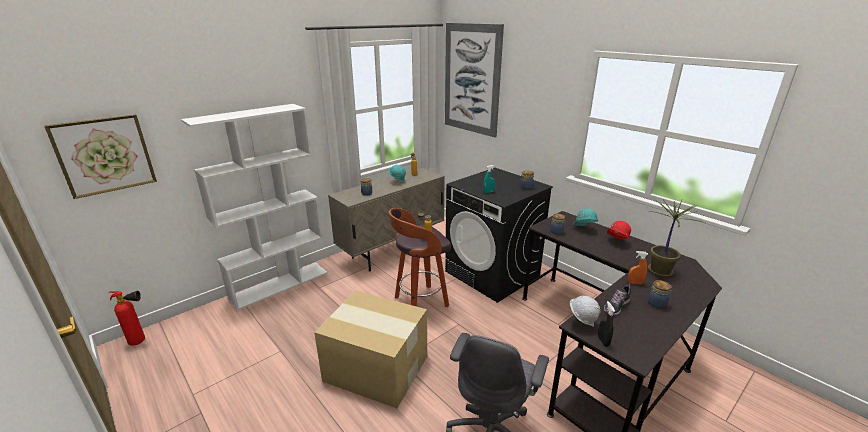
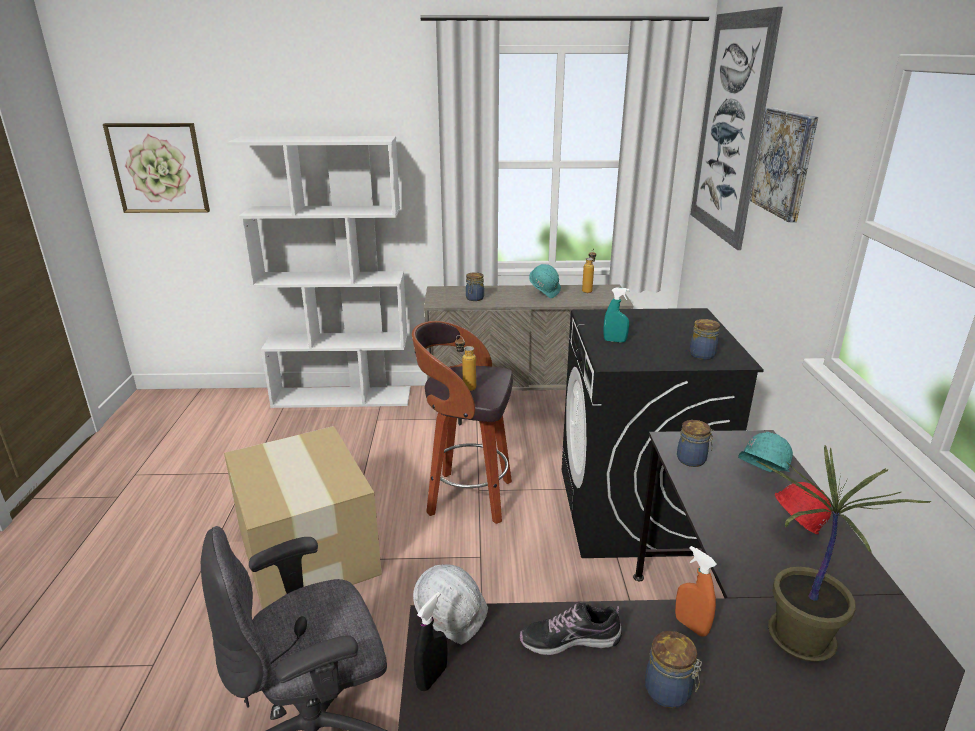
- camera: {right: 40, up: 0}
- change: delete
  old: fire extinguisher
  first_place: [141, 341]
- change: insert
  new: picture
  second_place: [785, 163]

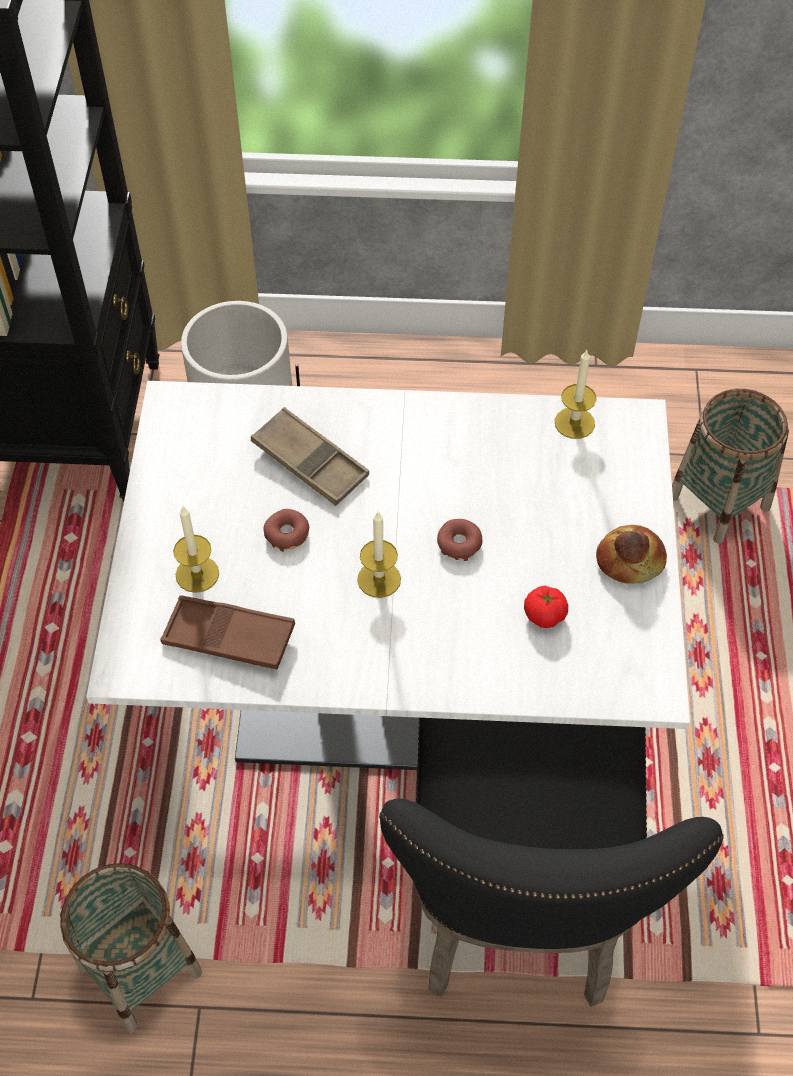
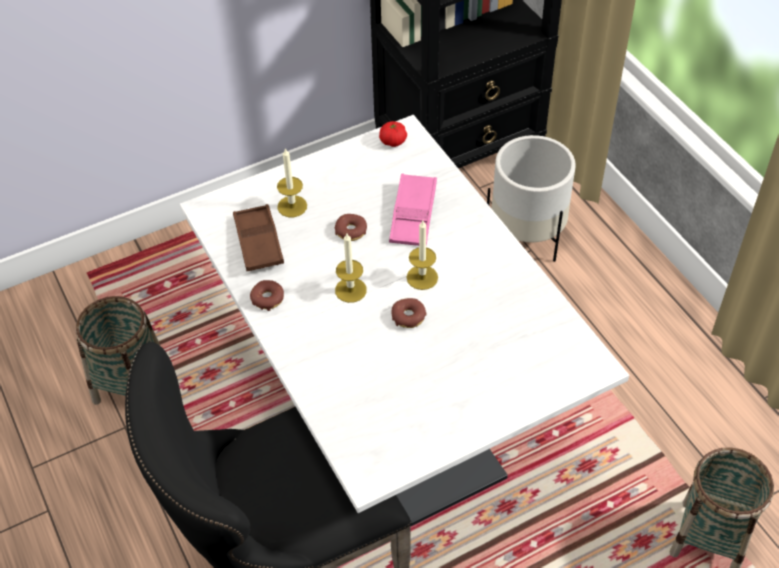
- camera: {right: 60, up: -5}
- change: recolor
  old: brown tray
  new: pink tray
  first_place: [310, 462]
  second_place: [413, 214]
- change: move
  old: tomato
  first_place: [544, 615]
  second_place: [393, 141]
- change: move
  old: candle
  first_place: [574, 423]
  second_place: [422, 277]
- change: delete
  old: bread
  first_place: [629, 559]
- change: insert
  new: donut
  second_place: [267, 298]

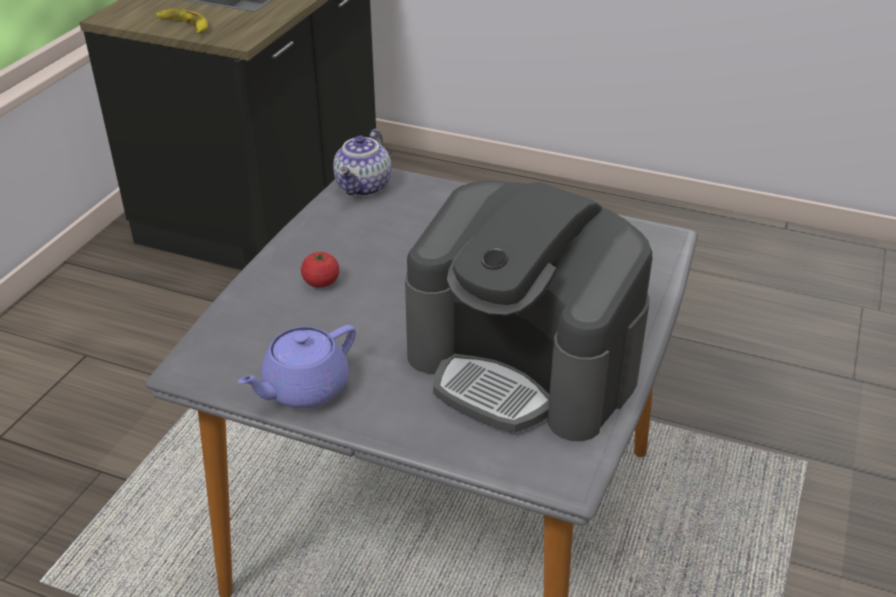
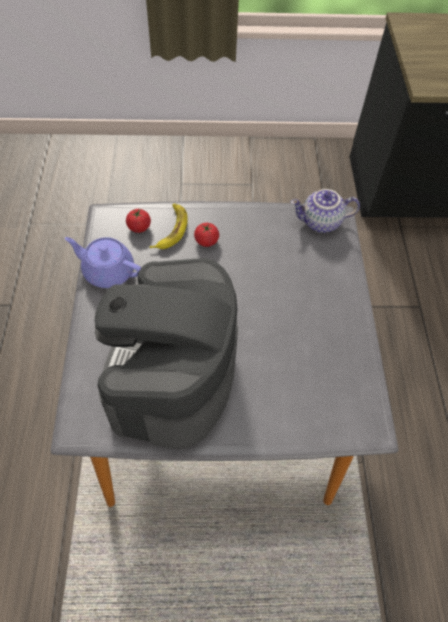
- camera: {right: 65, up: 20}
- change: move
  old: banana
  first_place: [184, 25]
  second_place: [171, 229]
- change: insert
  new: tomato
  second_place: [139, 227]

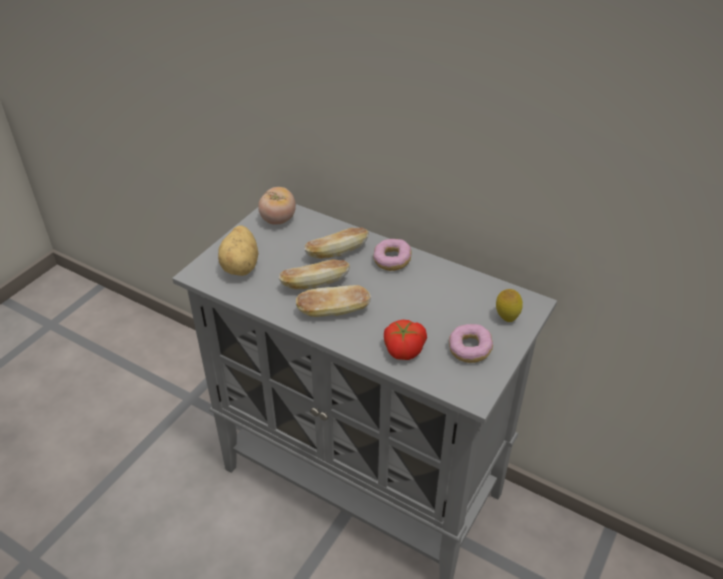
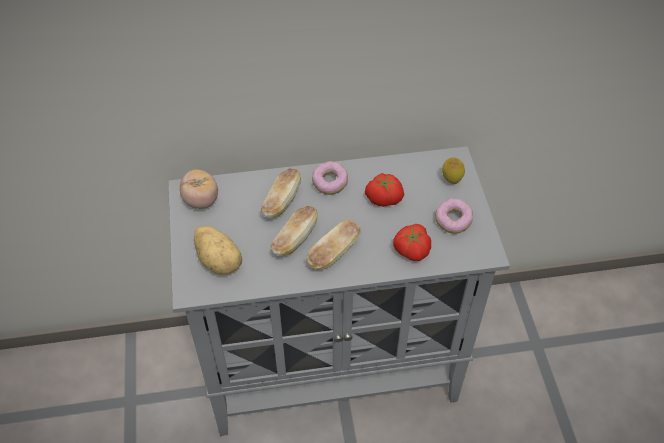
- camera: {right: -40, up: 10}
- change: insert
  new: tomato
  second_place: [384, 197]

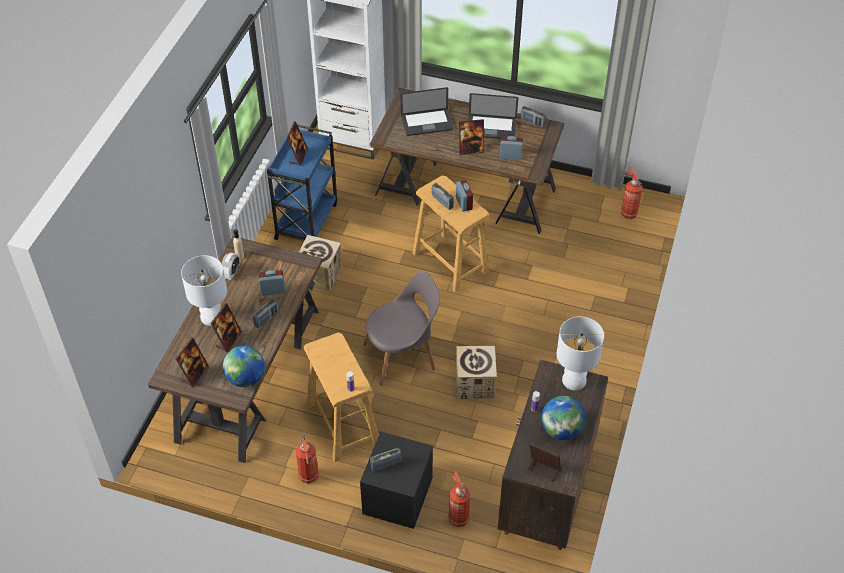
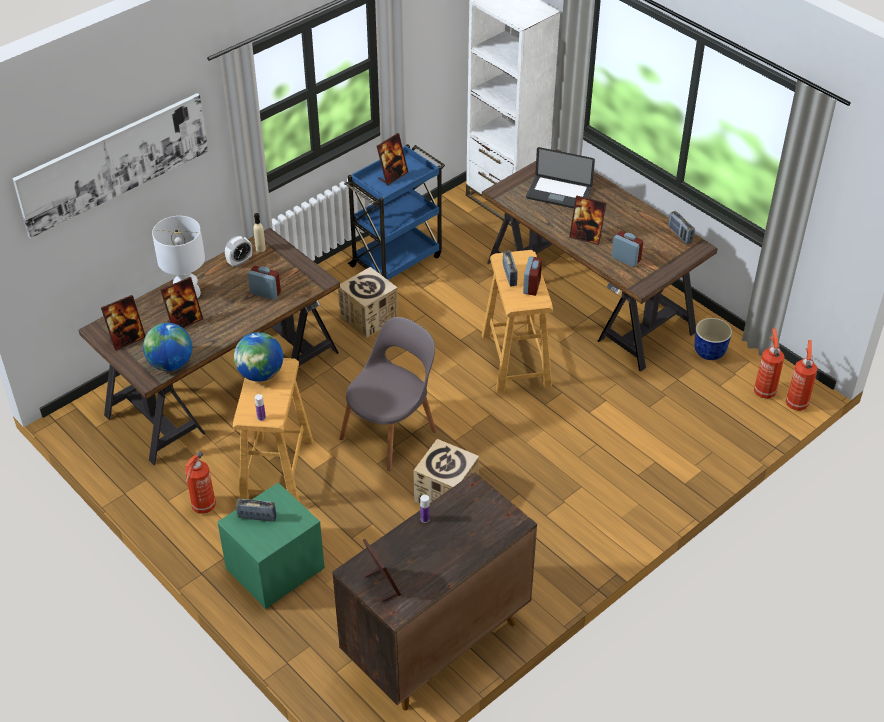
- camera: {right: 30, up: -5}
- change: delete
  old: radio
  first_place: [266, 318]
- change: recolor
  old: black nightstand
  new: green nightstand
  first_place: [397, 496]
  second_place: [275, 569]
- change: rotate
  old: grey chair
  first_place: [402, 355]
  second_place: [391, 432]
  degrees: -60
- change: move
  old: fire extinguisher
  first_place: [458, 517]
  second_place: [796, 403]
- change: delete
  old: laptop
  first_place: [491, 128]
- change: move
  old: globe
  first_place: [561, 430]
  second_place: [260, 374]
- change: delete
  old: white table lamp
  first_place: [573, 380]
- change: insert
  new: picture
  second_place: [114, 163]
- change: insert
  new: planter
  second_place: [709, 352]

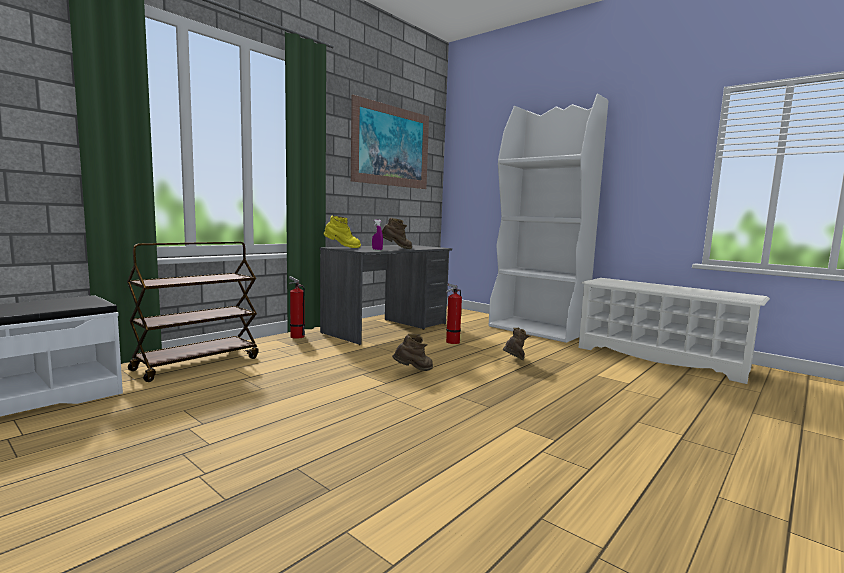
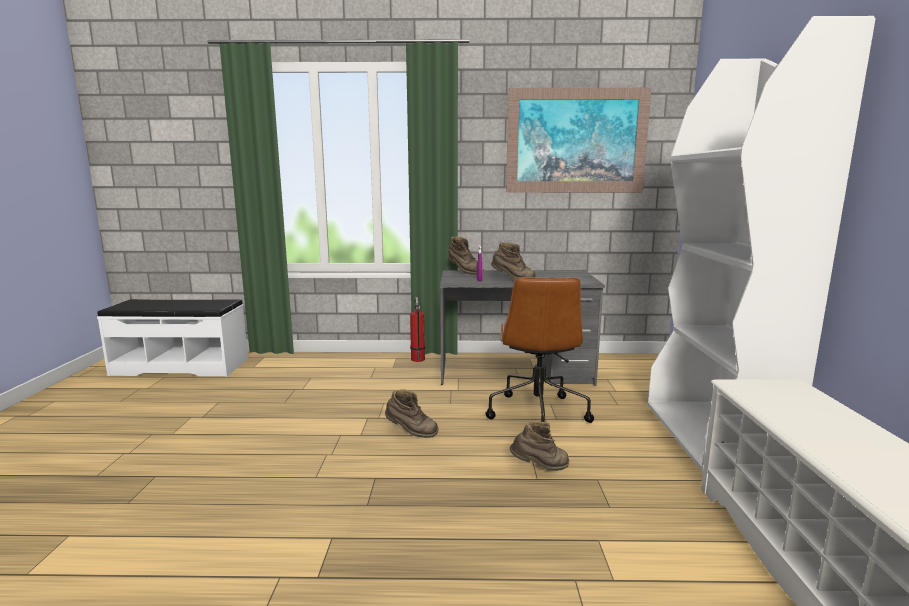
- camera: {right: 50, up: 5}
- change: delete
  old: brown cart
  first_place: [197, 363]
- change: recolor
  old: yellow boot
  new: brown boot
  first_place: [342, 247]
  second_place: [464, 272]
- change: replace
  old: fire extinguisher
  new: brown office chair
  first_place: [451, 342]
  second_place: [537, 413]

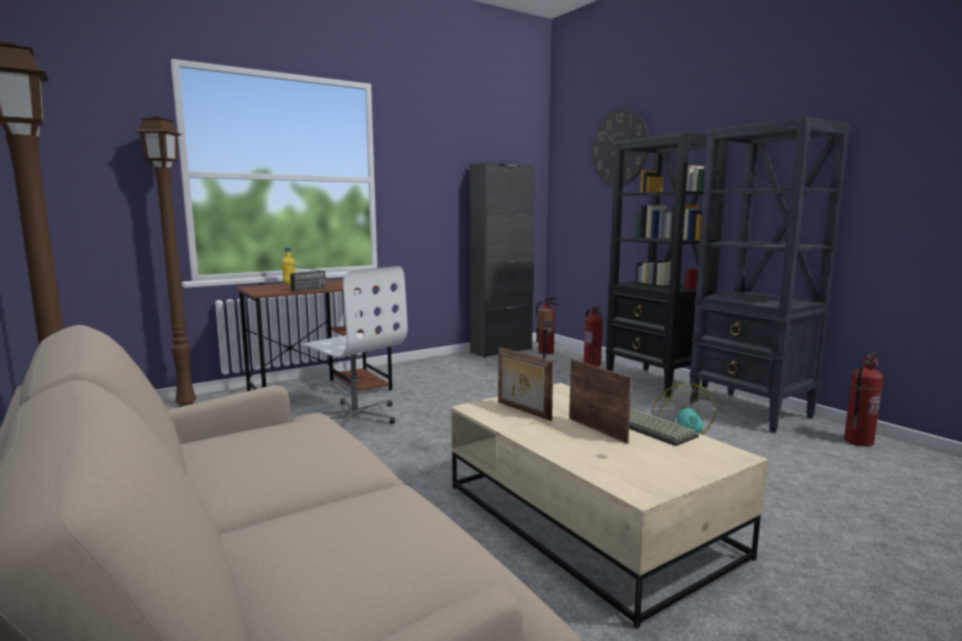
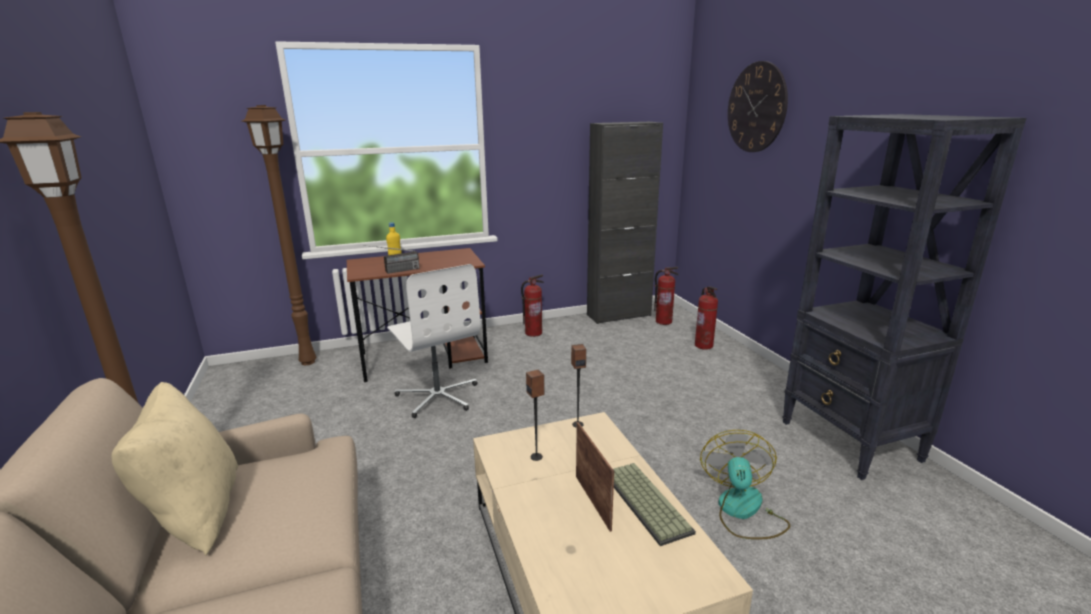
- camera: {right: 15, up: 10}
- change: replace
  old: picture frame
  new: speaker
  first_place: [522, 411]
  second_place: [536, 457]
- change: delete
  old: black bookcase
  first_place: [656, 383]
- change: move
  old: fire extinguisher
  first_place: [858, 441]
  second_place: [533, 333]
- change: insert
  new: beige pillow
  second_place: [196, 513]

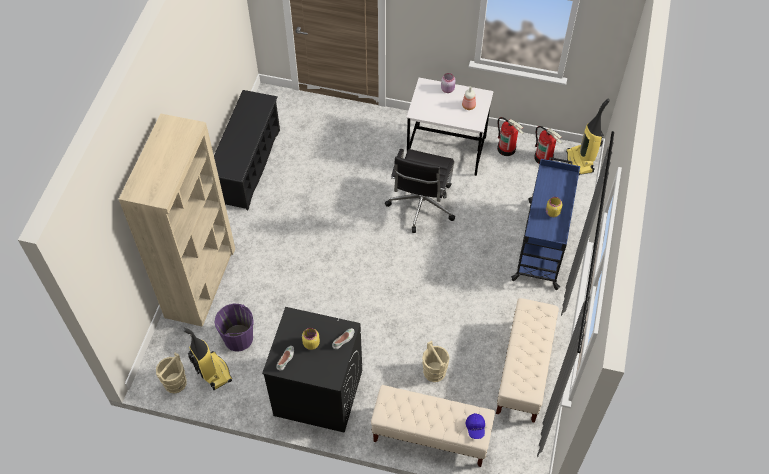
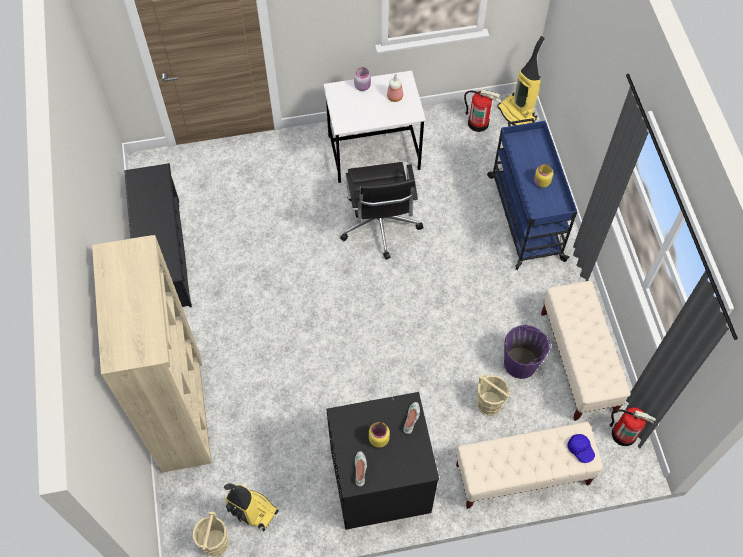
- camera: {right: -25, up: 5}
- change: move
  old: purple bucket
  first_place: [238, 338]
  second_place: [520, 363]
- change: move
  old: fire extinguisher
  first_place: [506, 148]
  second_place: [624, 434]

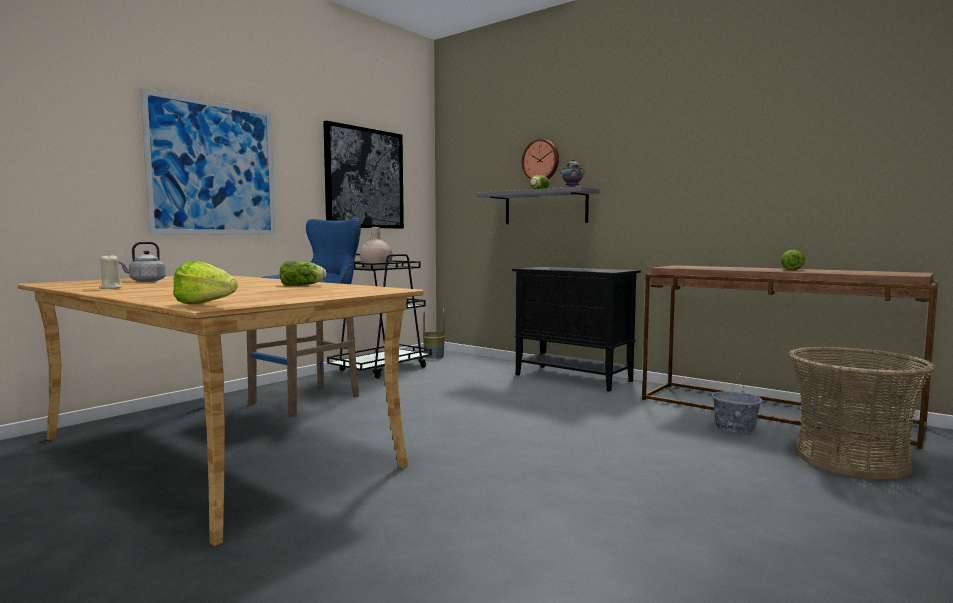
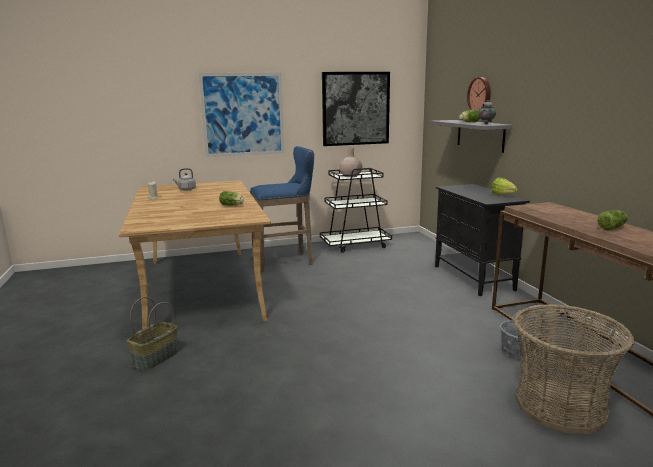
- camera: {right: 35, up: 10}
- change: move
  old: lettuce
  first_place: [209, 305]
  second_place: [504, 195]
- change: move
  old: basket
  first_place: [434, 355]
  second_place: [156, 358]

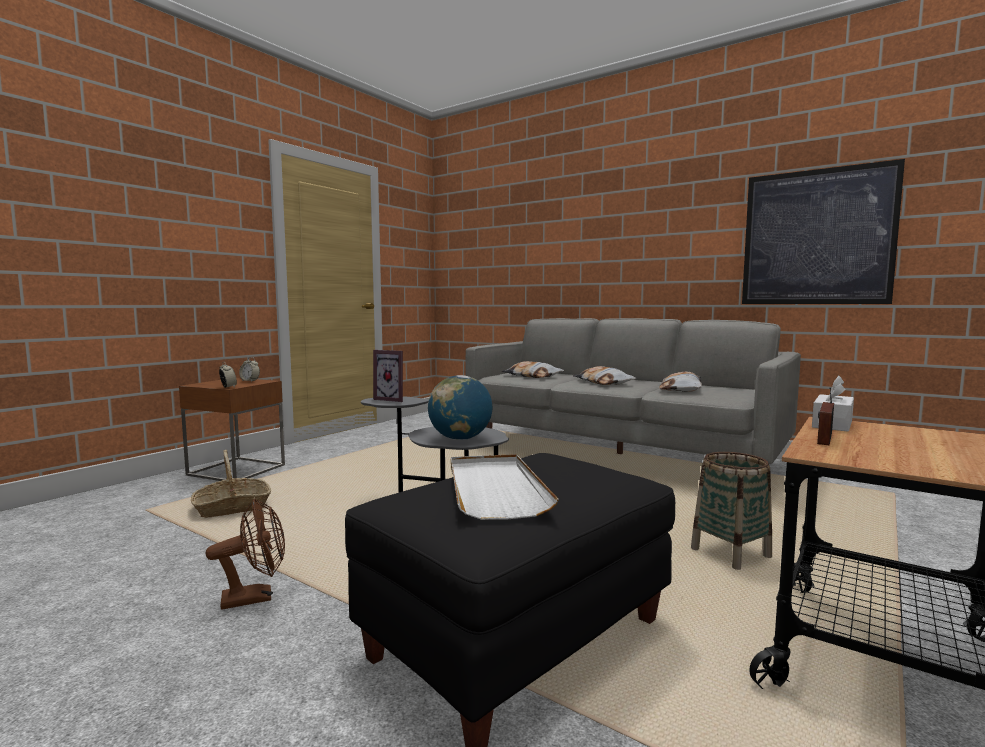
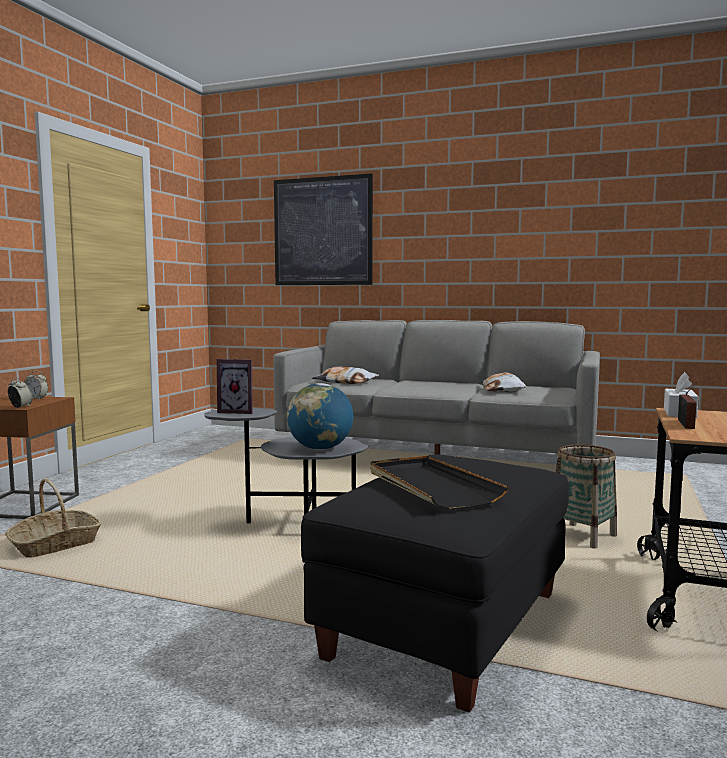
- camera: {right: -15, up: 0}
- change: delete
  old: brown fan
  first_place: [256, 597]
- change: recolor
  old: white tray
  new: black tray
  first_place: [494, 489]
  second_place: [431, 486]
- change: delete
  old: pillow
  first_place: [603, 382]
- change: move
  old: picture
  first_place: [816, 237]
  second_place: [322, 231]

